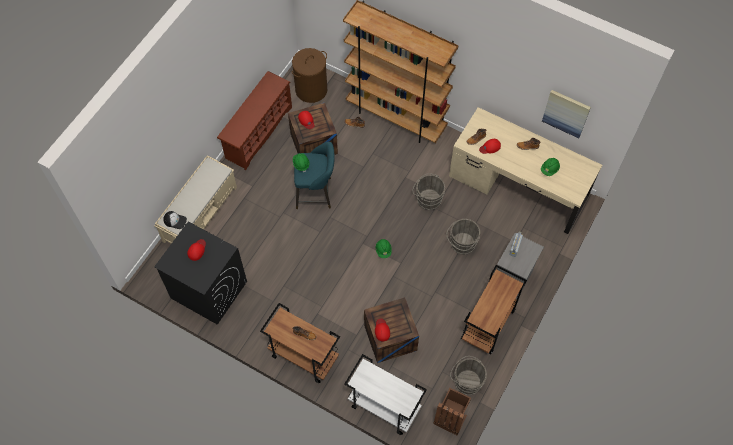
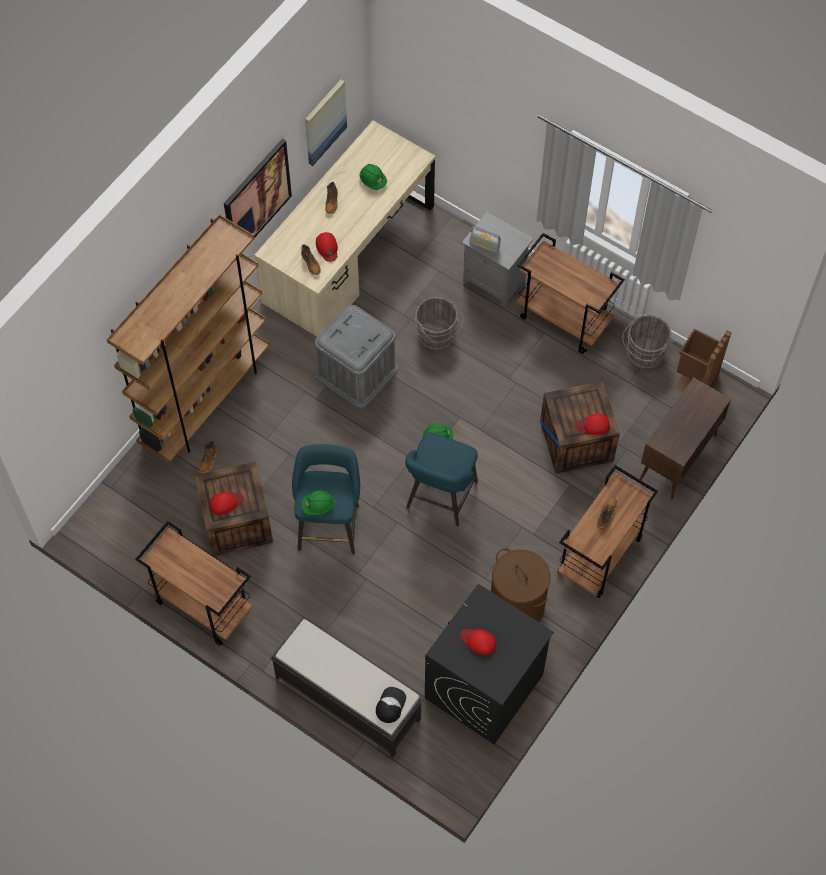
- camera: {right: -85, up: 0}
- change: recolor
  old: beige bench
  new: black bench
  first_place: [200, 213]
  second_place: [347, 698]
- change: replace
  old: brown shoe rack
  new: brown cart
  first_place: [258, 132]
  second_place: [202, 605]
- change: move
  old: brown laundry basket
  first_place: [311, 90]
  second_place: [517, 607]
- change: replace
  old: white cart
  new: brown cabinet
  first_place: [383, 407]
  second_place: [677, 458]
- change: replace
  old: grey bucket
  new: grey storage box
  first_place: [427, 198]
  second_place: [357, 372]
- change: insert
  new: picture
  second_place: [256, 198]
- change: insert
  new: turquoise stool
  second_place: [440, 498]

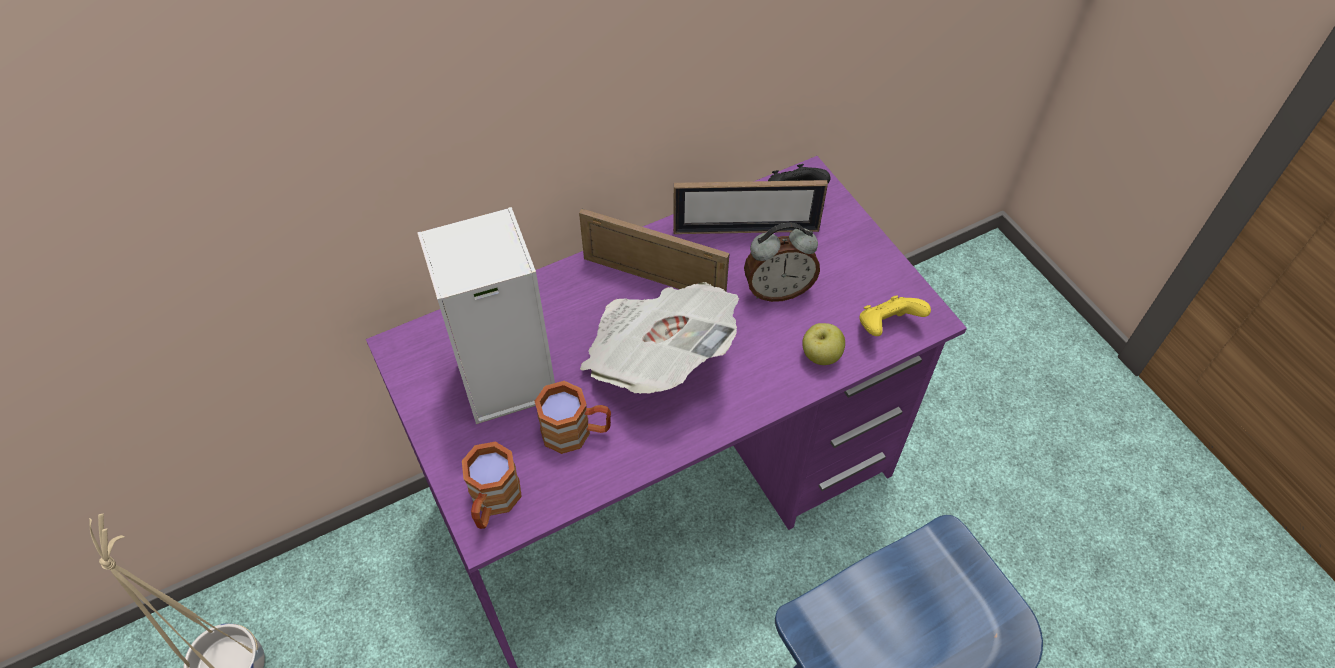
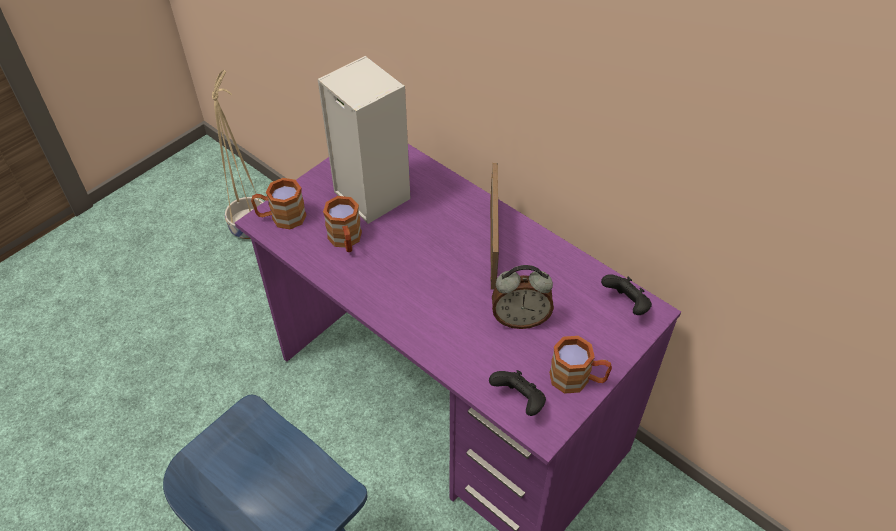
- camera: {right: 70, up: -5}
- change: delete
  old: newspaper
  first_place: [657, 356]
- change: delete
  old: picture frame
  first_place: [746, 230]
- change: rotate
  old: alarm clock
  first_place: [777, 290]
  second_place: [520, 319]
  degrees: -60
- change: delete
  old: apple
  first_place: [821, 356]
- change: recolor
  old: yellow game controller
  new: black game controller
  first_place: [886, 327]
  second_place: [519, 401]
- change: insert
  new: brown mug
  second_place: [577, 379]

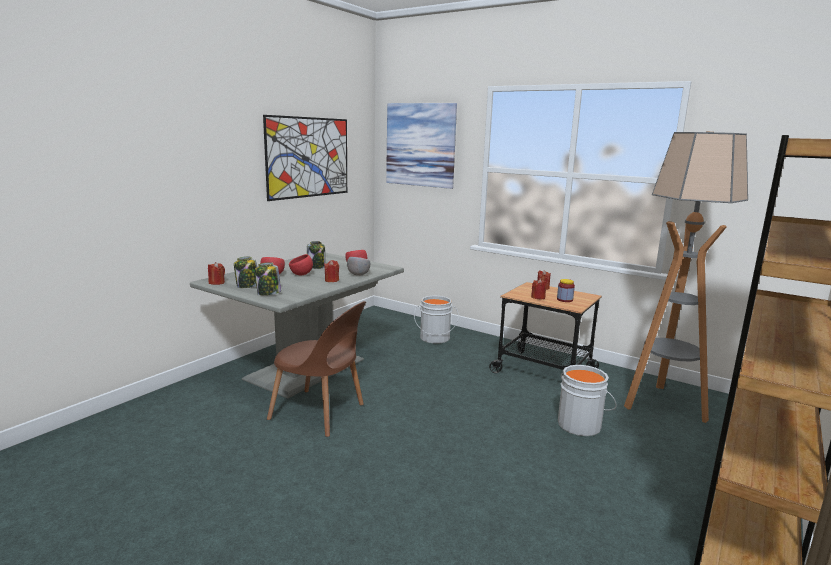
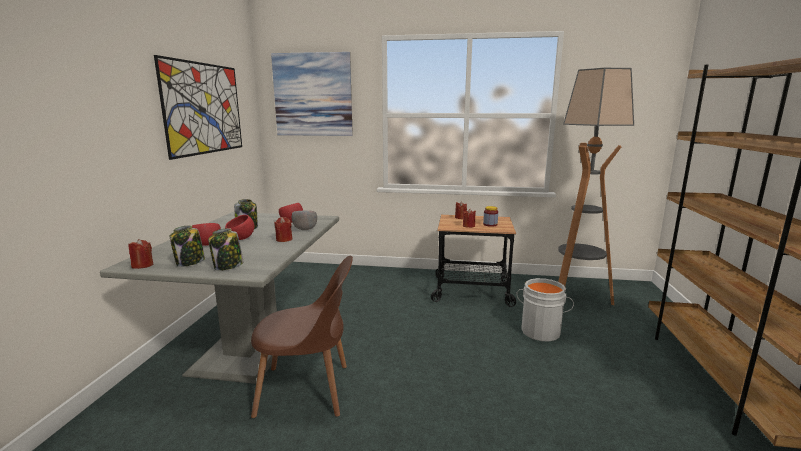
- camera: {right: -25, up: 0}
- change: delete
  old: grey bucket
  first_place: [434, 338]

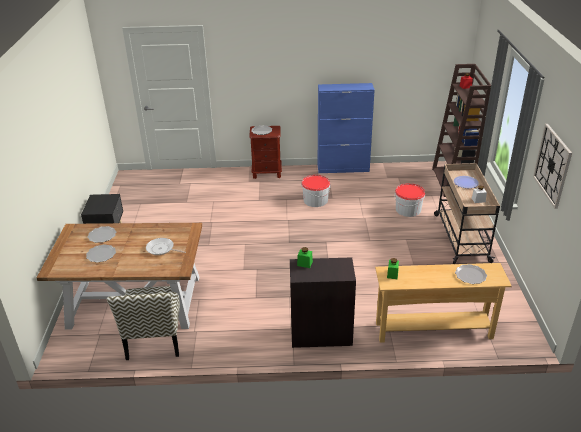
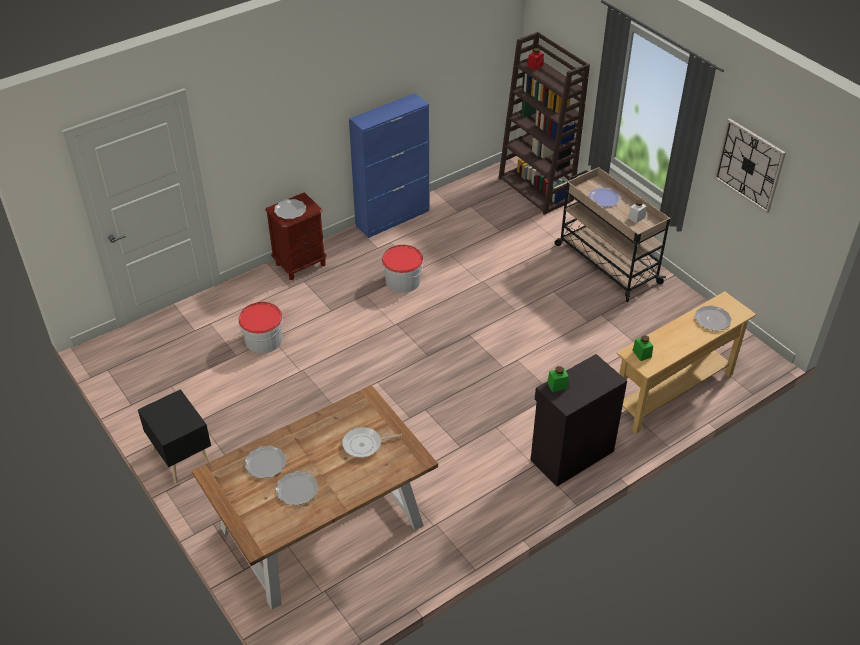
- camera: {right: -35, up: 10}
- change: delete
  old: chair
  first_place: [155, 338]
- change: move
  old: bucket
  first_place: [408, 209]
  second_place: [263, 339]

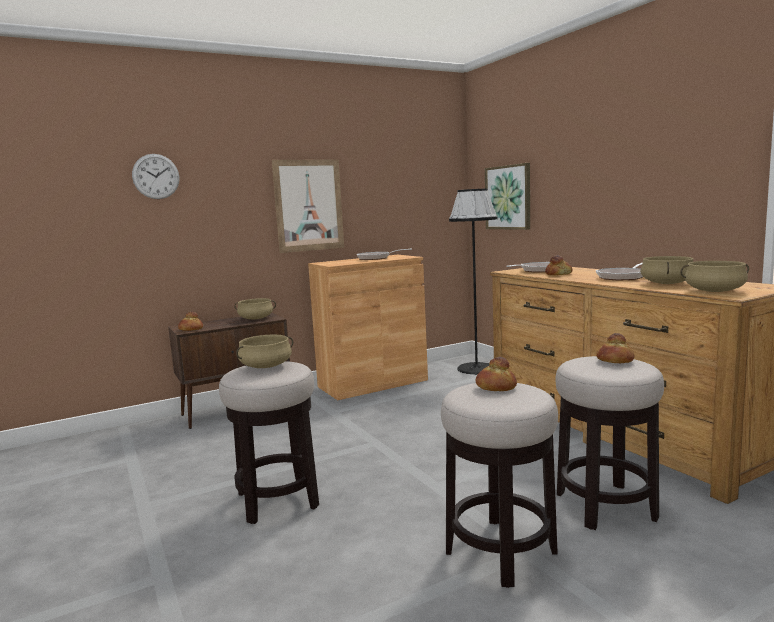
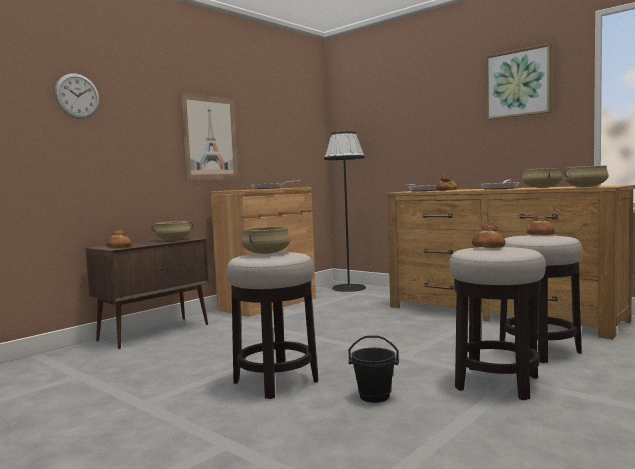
- camera: {right: -20, up: -5}
- change: move
  old: picture
  first_place: [508, 197]
  second_place: [518, 83]
- change: insert
  new: black bucket
  second_place: [374, 396]

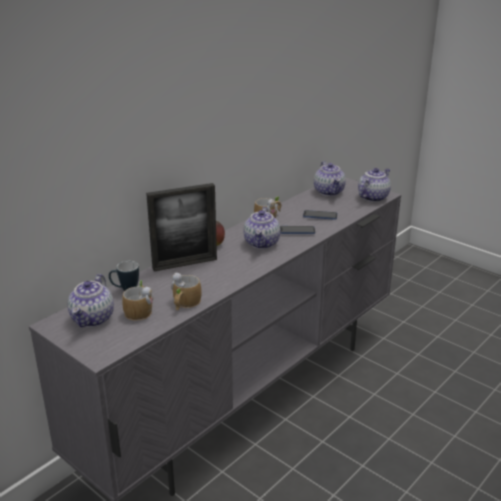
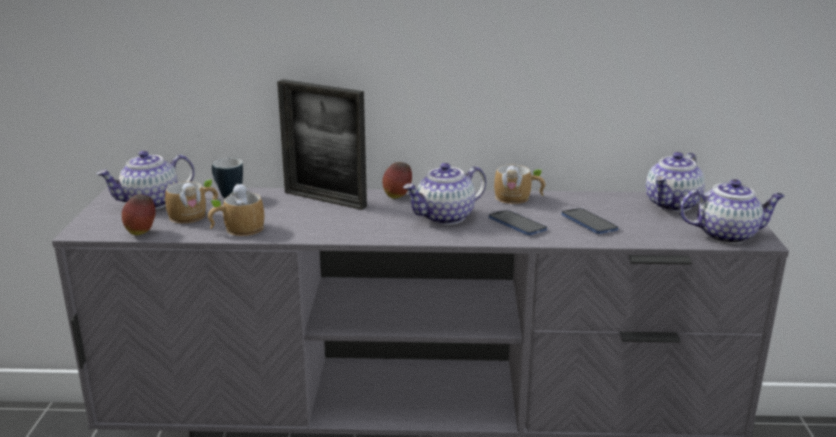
- camera: {right: 50, up: -5}
- change: insert
  new: apple
  second_place: [141, 232]

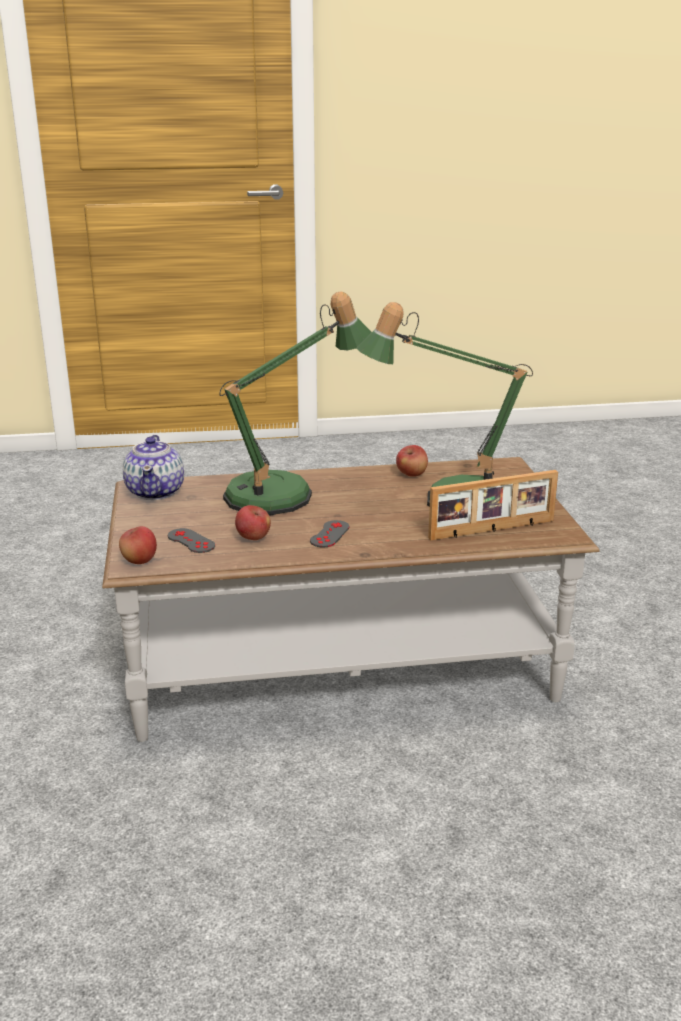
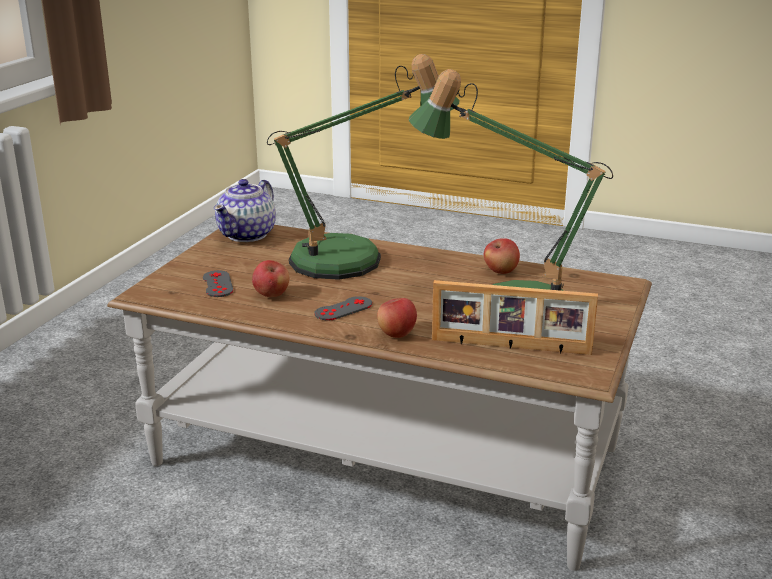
- camera: {right: 30, up: 0}
- change: move
  old: apple
  first_place: [139, 560]
  second_place: [397, 334]

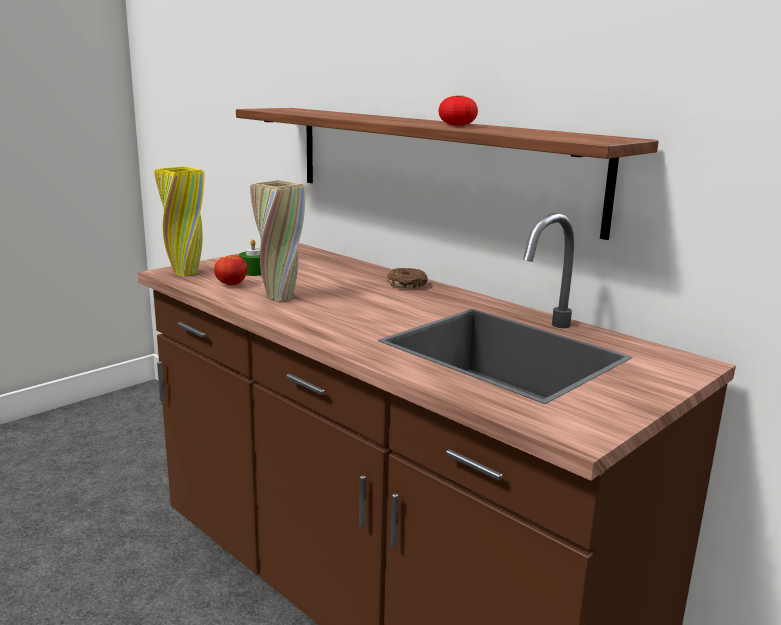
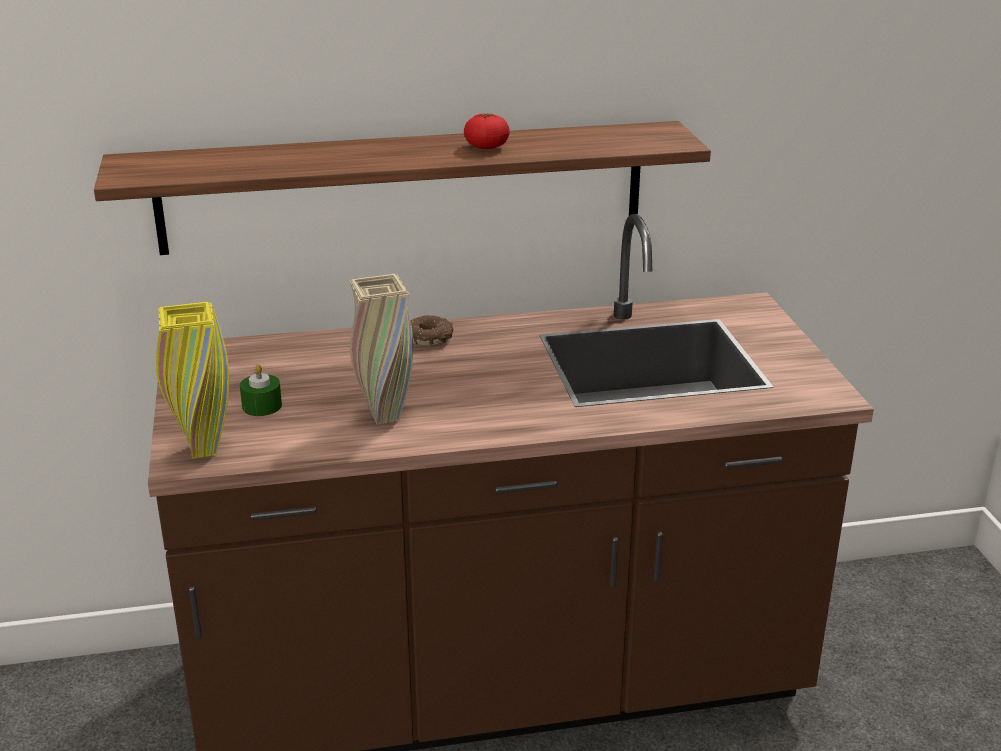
- camera: {right: -55, up: 10}
- change: delete
  old: tomato
  first_place: [231, 285]

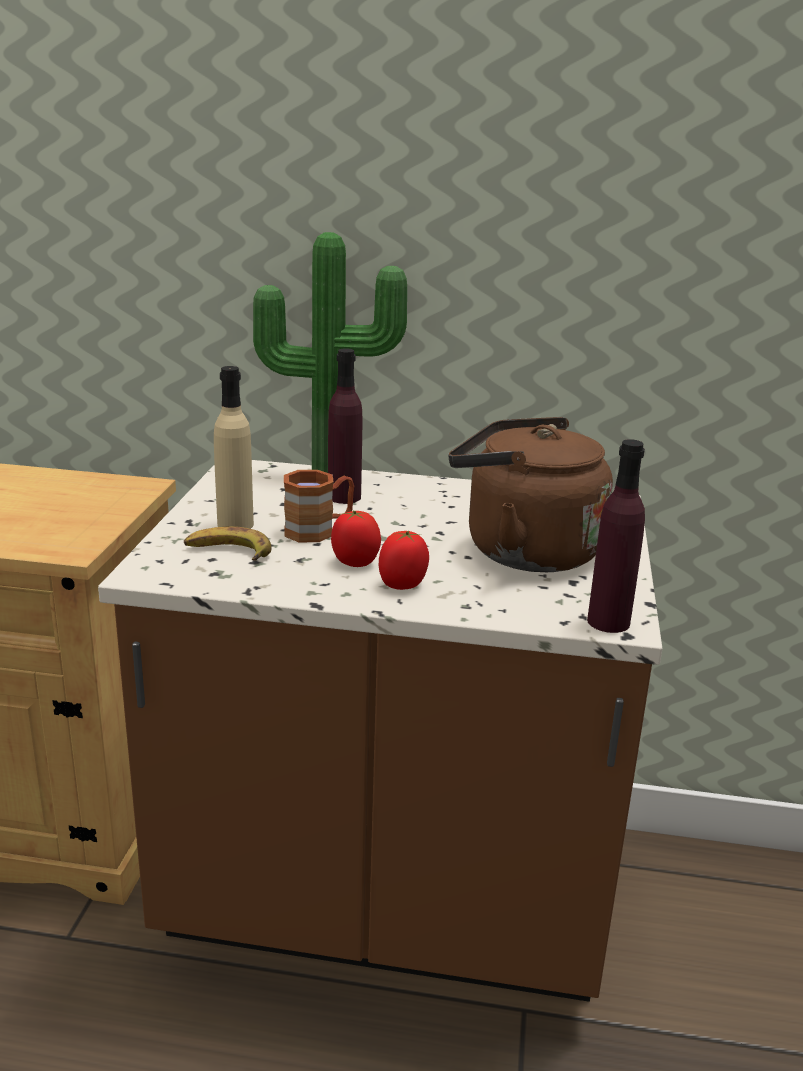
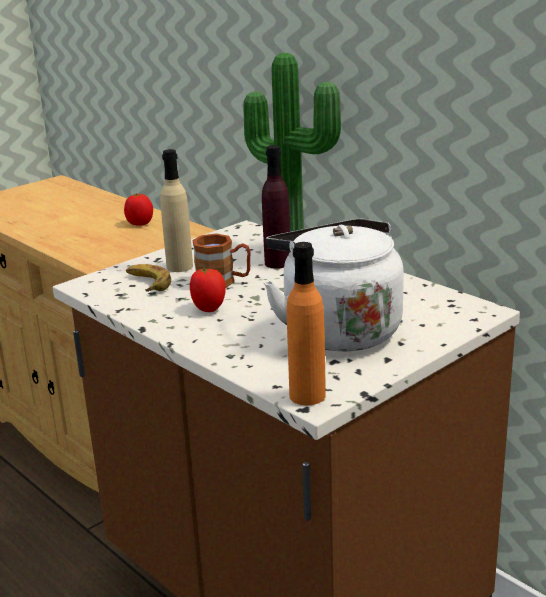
- camera: {right: 40, up: 0}
- change: move
  old: tomato
  first_place: [403, 585]
  second_place: [140, 224]
- change: recolor
  old: brown kettle
  new: white kettle
  first_place: [523, 550]
  second_place: [337, 330]
- change: recolor
  old: purple bottle
  new: orange bottle
  first_place: [608, 622]
  second_place: [307, 396]

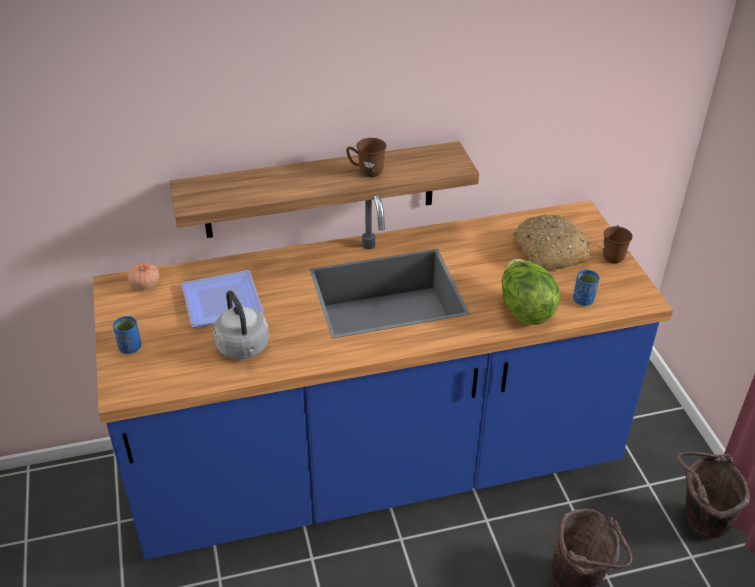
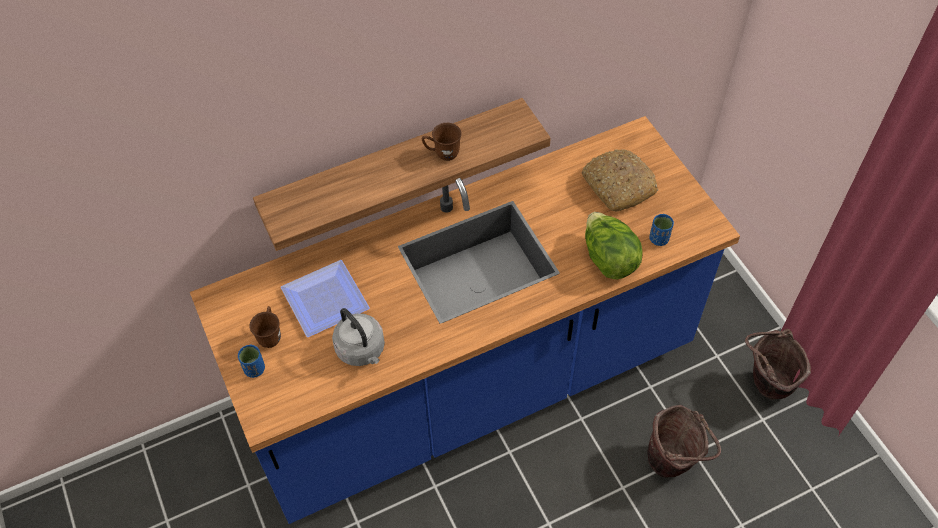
- camera: {right: -10, up: 15}
- change: delete
  old: tomato
  first_place: [145, 284]
- change: move
  old: brown mug
  first_place: [613, 255]
  second_place: [270, 335]

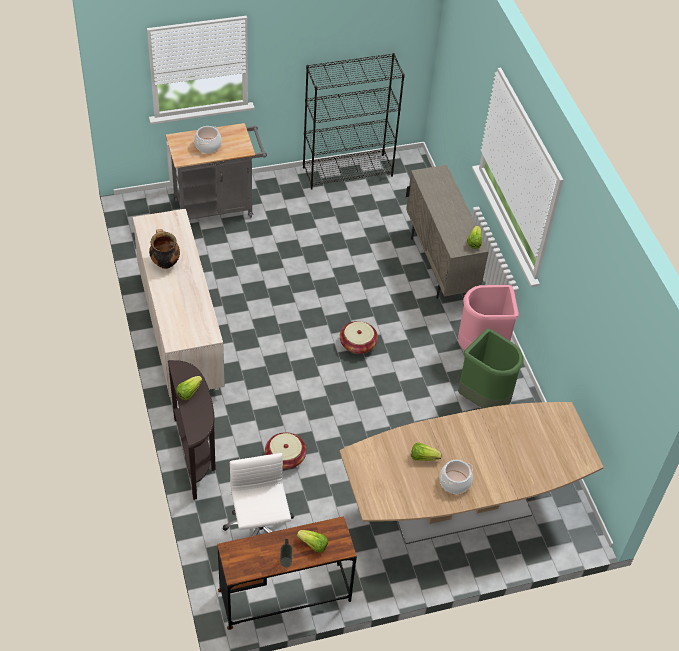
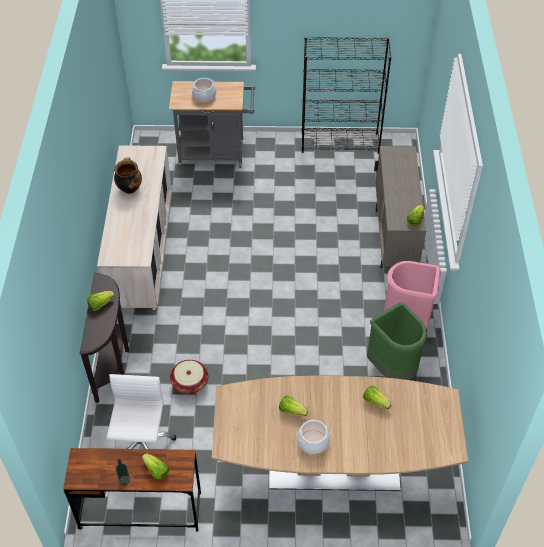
- camera: {right: 20, up: 0}
- change: delete
  old: basket
  first_place: [357, 344]
- change: insert
  new: lettuce
  second_place: [375, 401]

